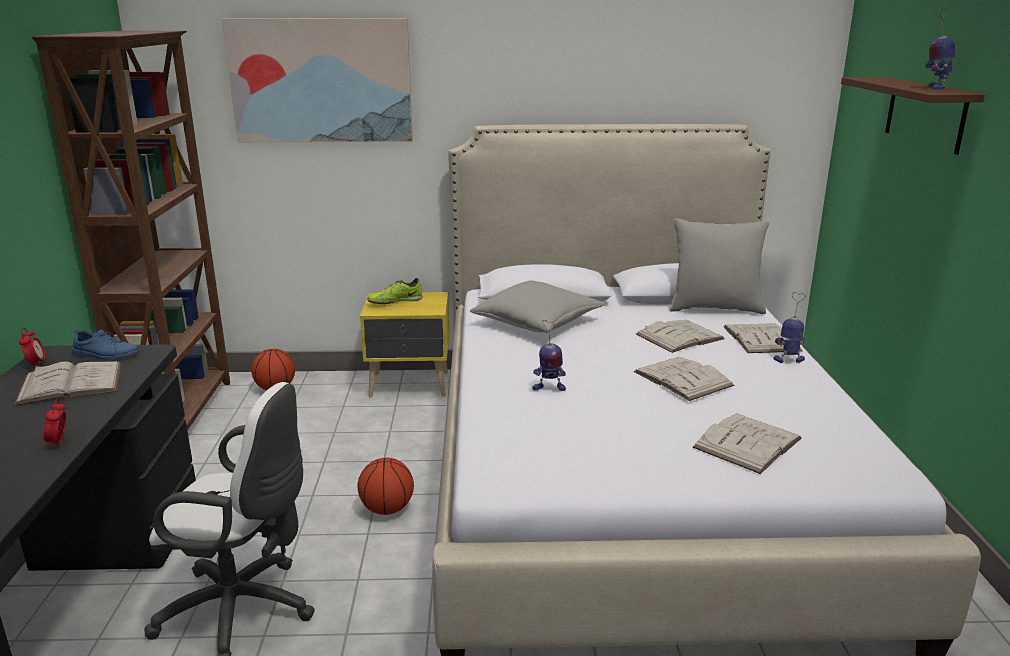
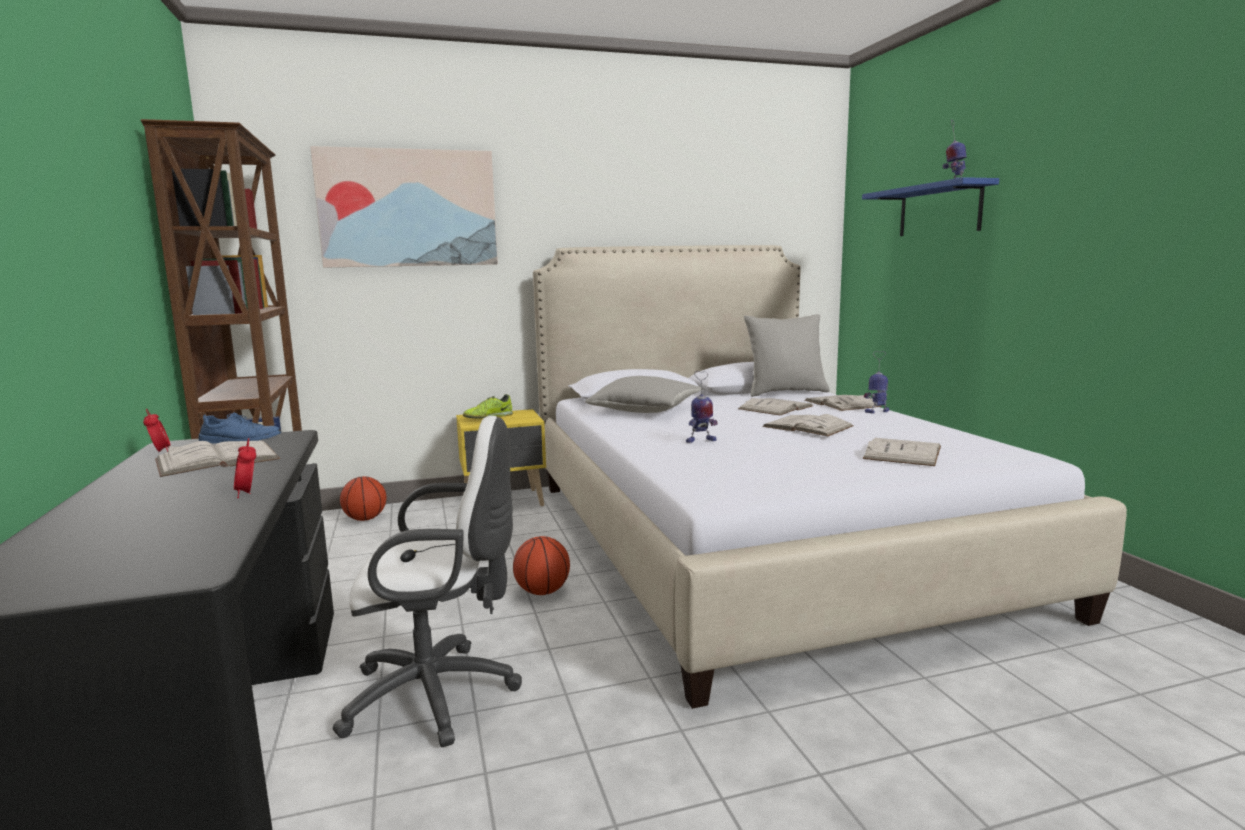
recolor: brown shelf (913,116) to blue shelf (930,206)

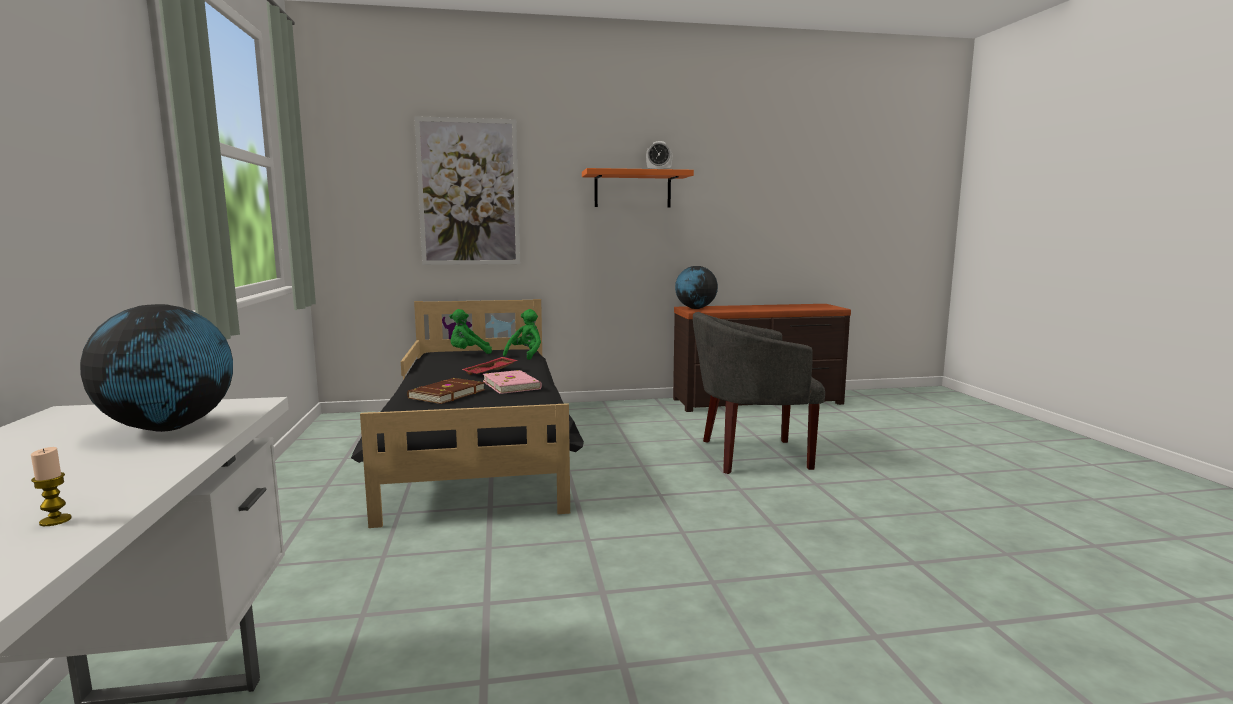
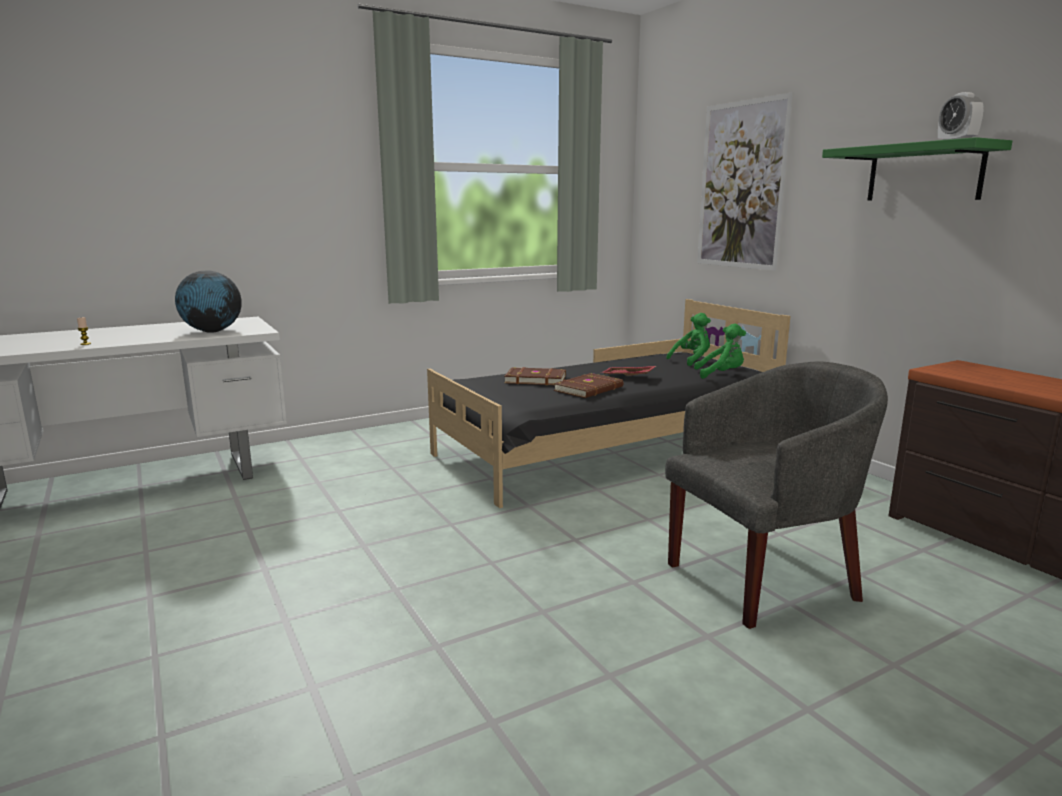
delete: globe (696,287)
recolor: pink book (512,382) to brown book (588,385); orange shelf (638,187) to green shelf (917,168)
rotate: grey armchair (759,393) = (776,495) 90 degrees clockwise; green plush toy (471,331) = (688,339) 90 degrees clockwise

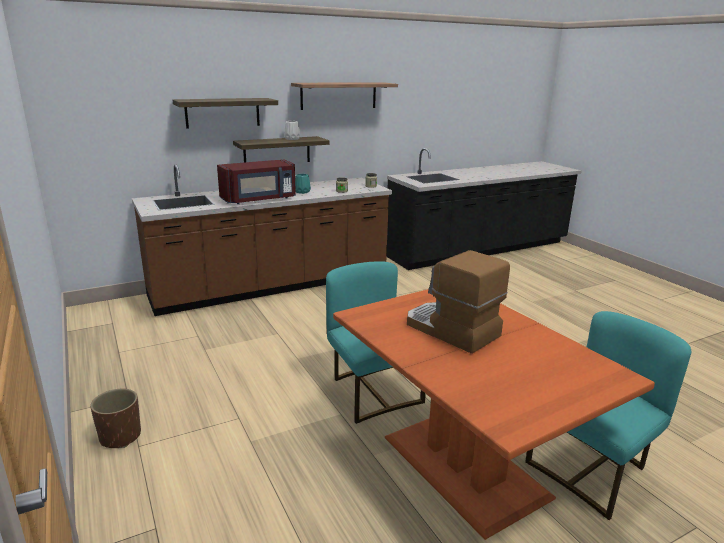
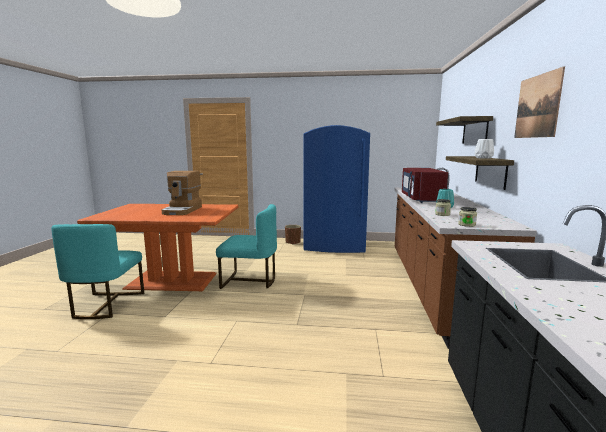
insert: blue fridge (337,189)
replace: shelf (344,96) to picture (539,102)
rotate: coffee machine (458,302) = (181,193) 105 degrees clockwise

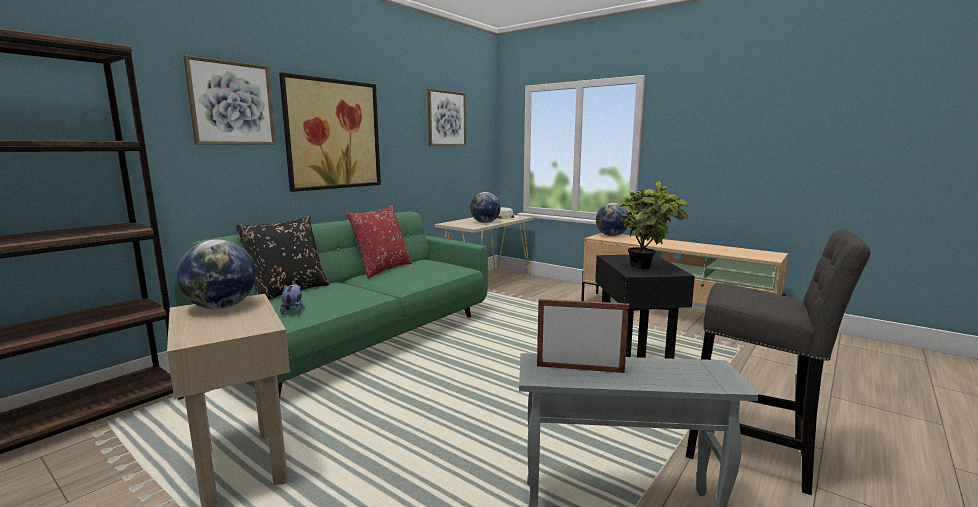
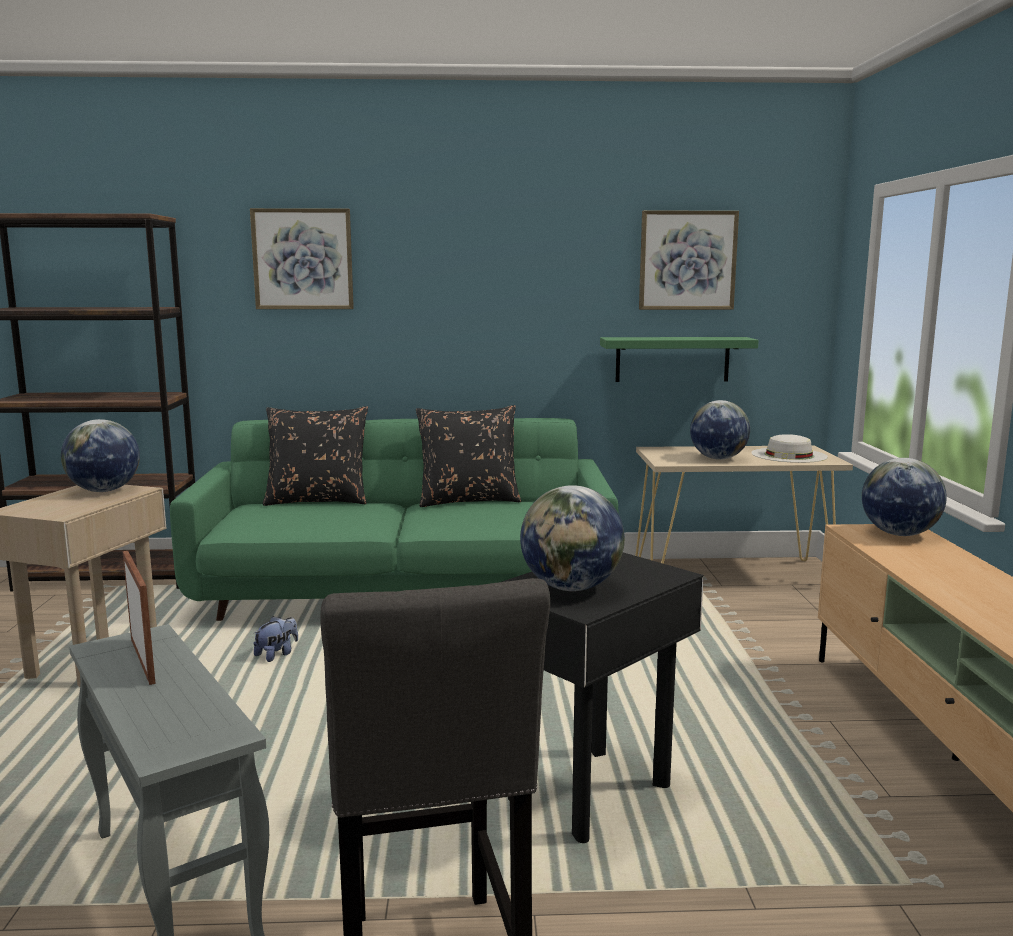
delete: picture (330,132)
insert: green shelf (679,359)
move: plush toy (291,299) to (275,639)
replace: potted plant (653,225) to globe (572,538)
recolor: red pillow (379,241) to black pillow (468,456)

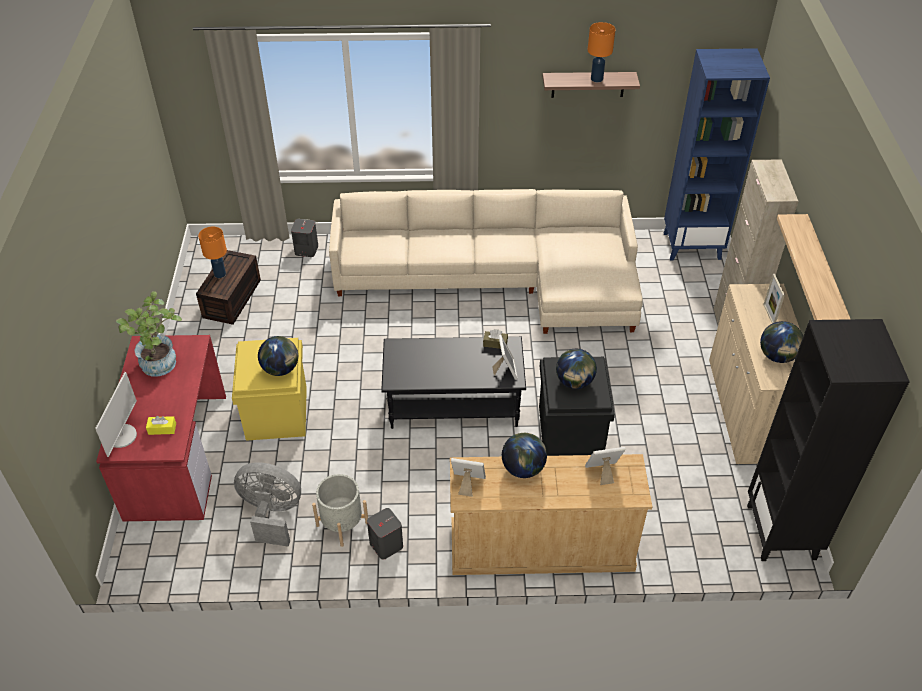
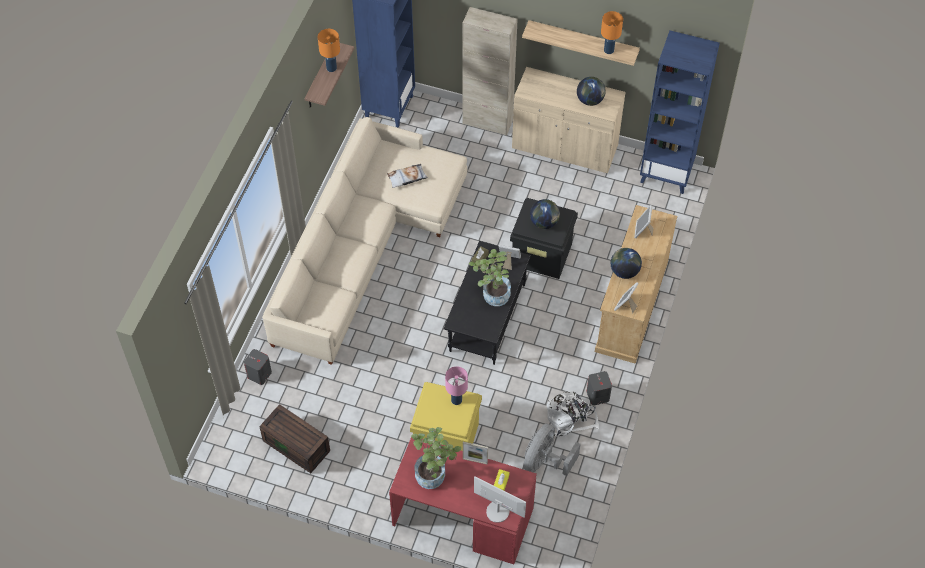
insert: pillow (407,176); potted plant (490,277)
move: picture frame (774,298) to (475,453); orange table lamp (212,252) to (612,32)
replace: globe (278,356) to pink table lamp (456,385); grey planter (340,510) to white backpack (573,414)
recolor: black bookcase (828,440) to blue bookcase (680,112)

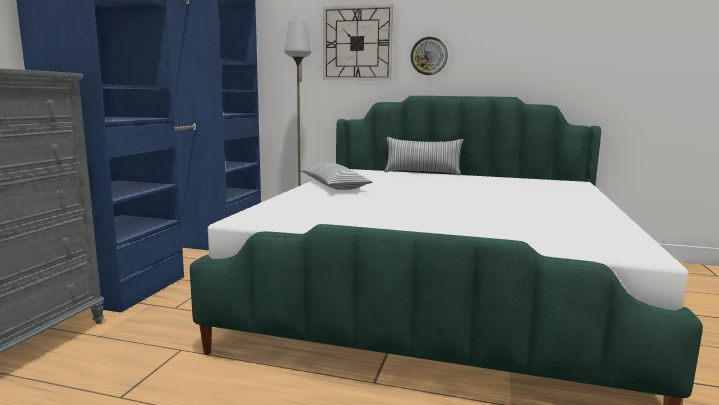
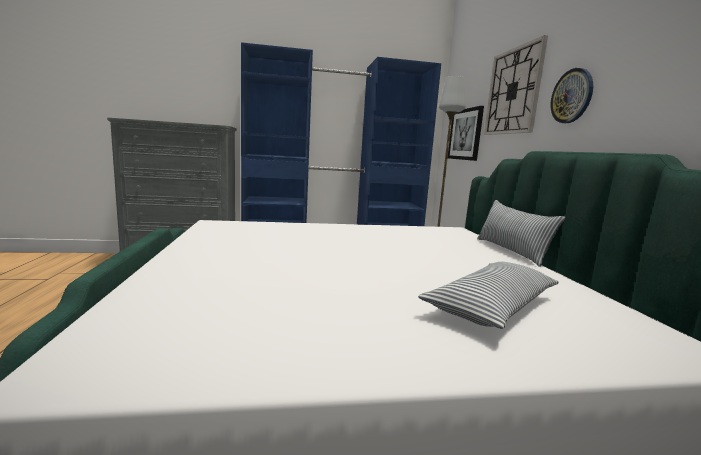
insert: picture (466,133)
move: pillow (336,176) to (488,295)

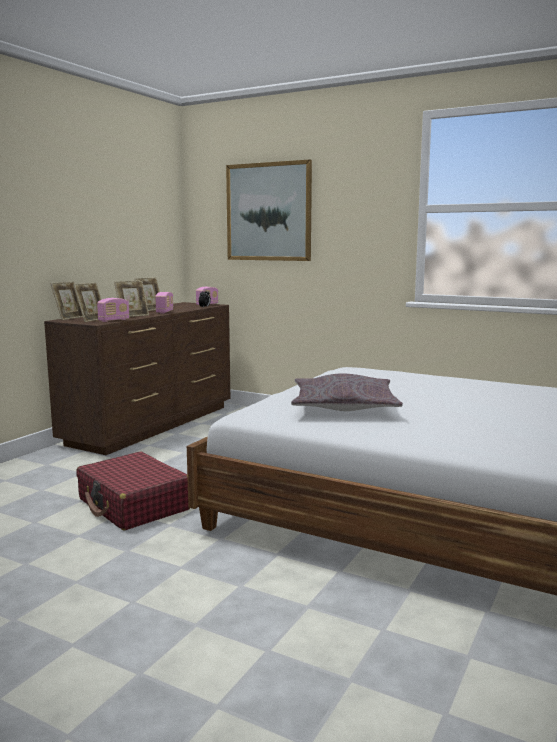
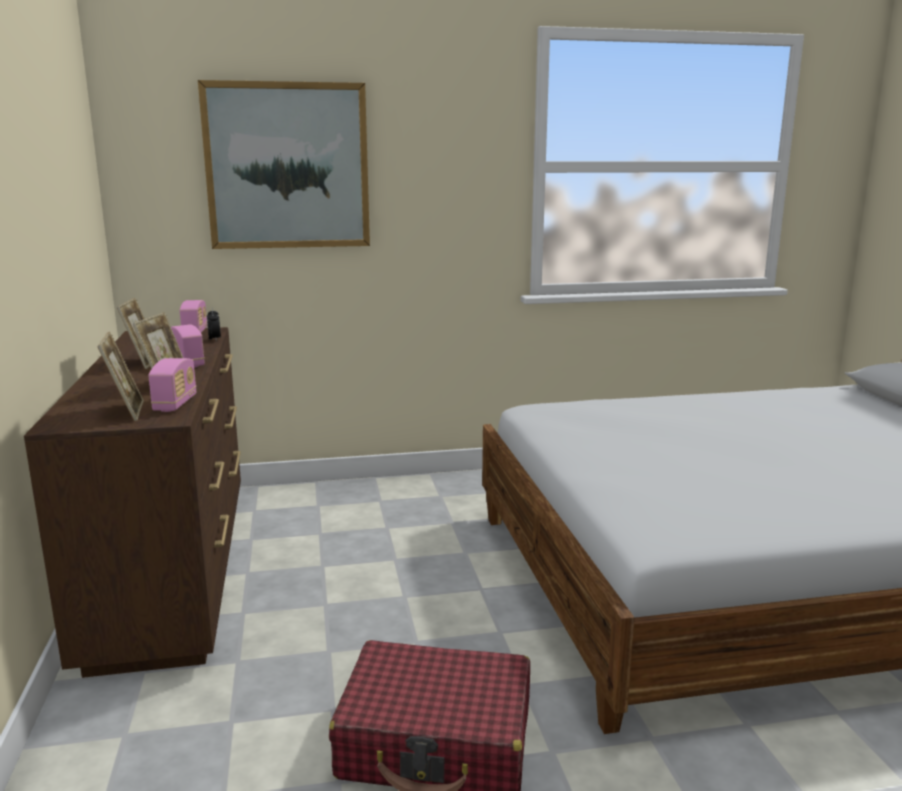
delete: picture frame (66,301); grey pillow (347,392)

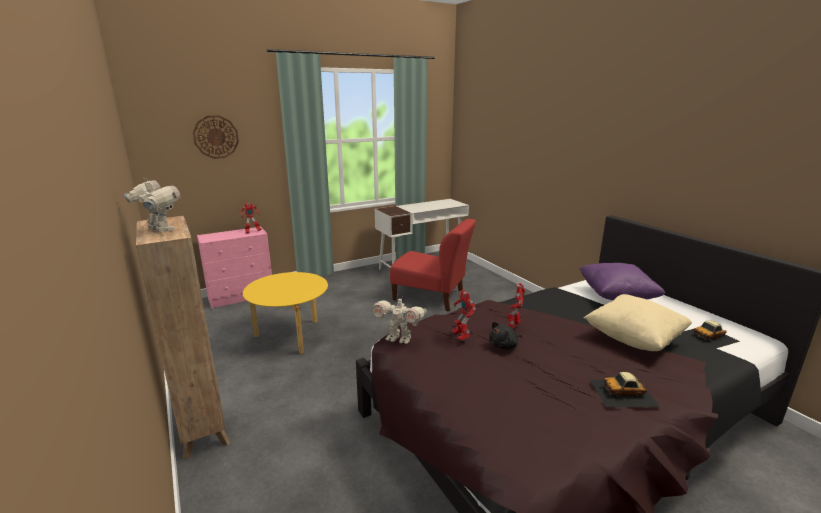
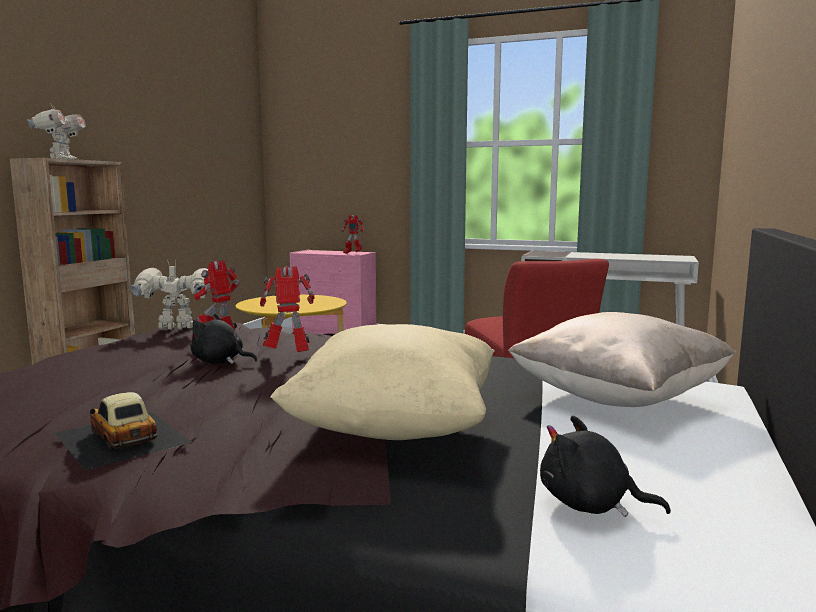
delete: wall clock (216,137)
replace: toy car (710,335) to black plush toy (605,466)
recolor: purple pillow (622,281) to beige pillow (622,359)
rotate: toy robot (399,319) = (170,294) 105 degrees clockwise

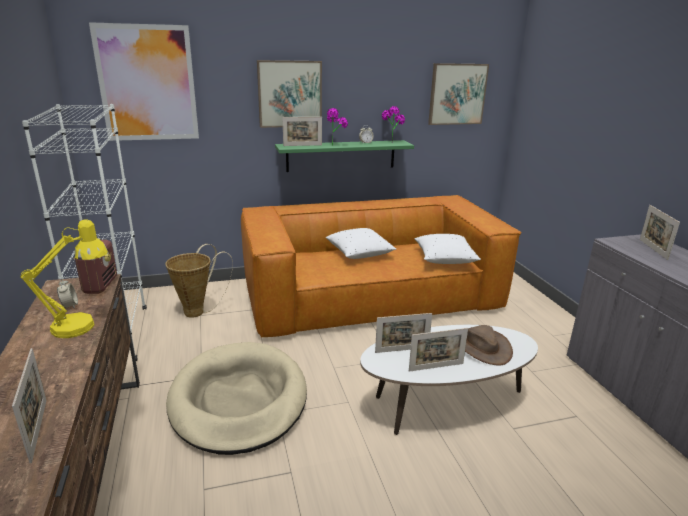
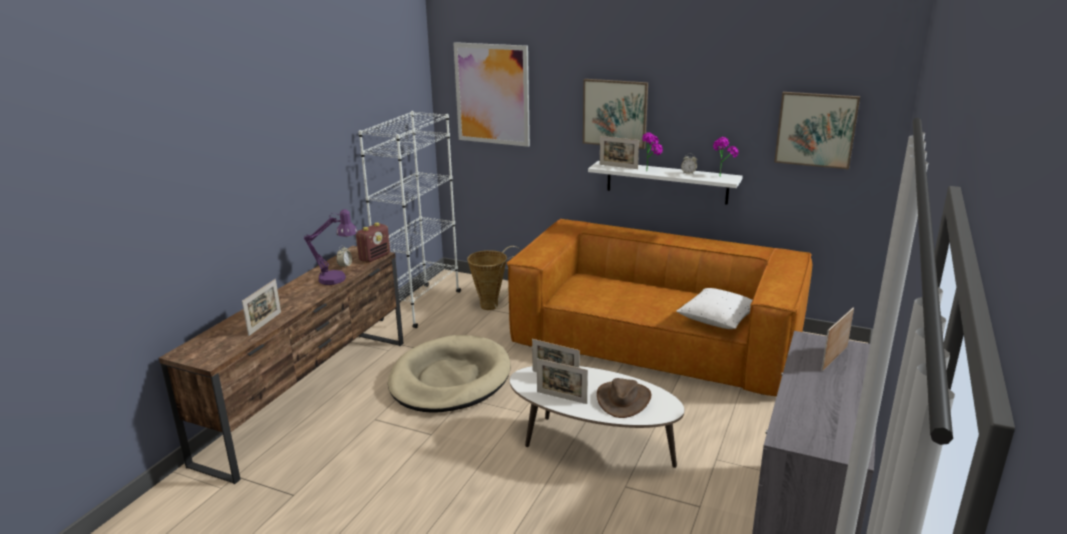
delete: white pillow (361,243)
recolor: yellow table lamp (64,278) to purple table lamp (331,247); green shelf (344,156) to white shelf (665,183)

